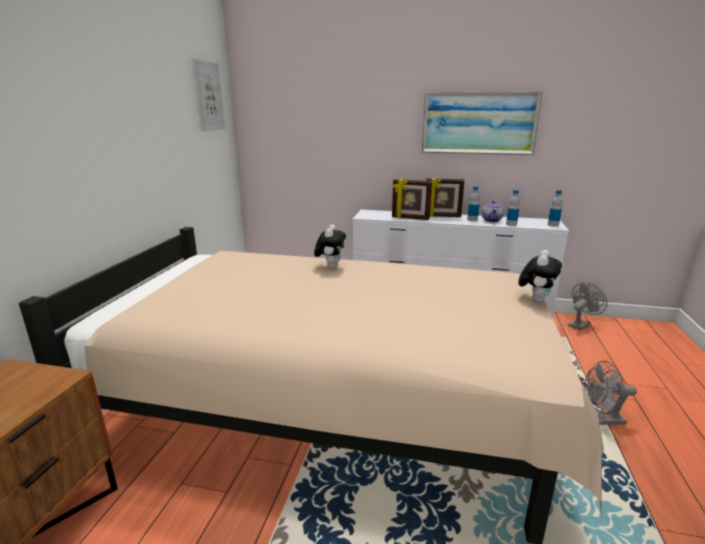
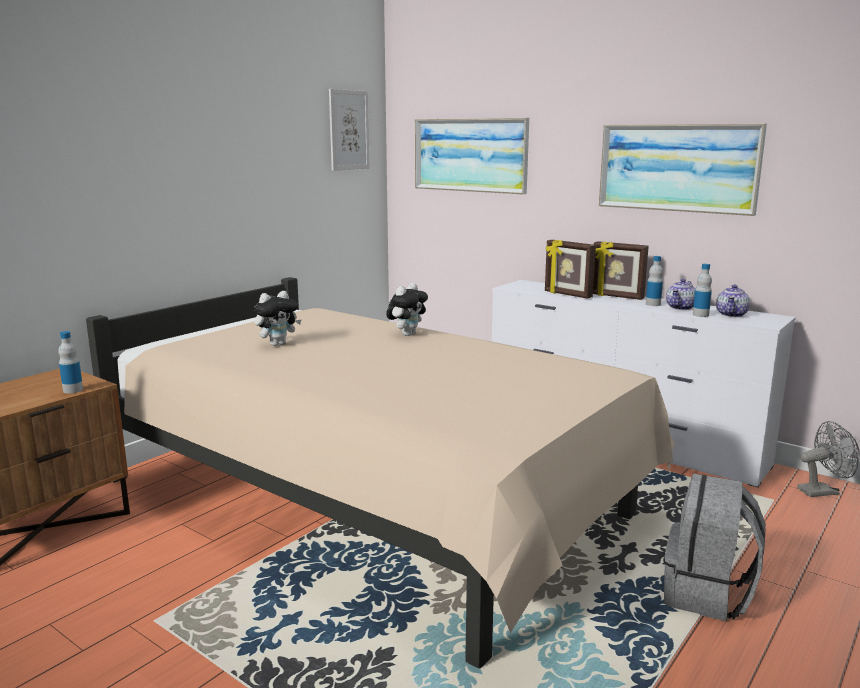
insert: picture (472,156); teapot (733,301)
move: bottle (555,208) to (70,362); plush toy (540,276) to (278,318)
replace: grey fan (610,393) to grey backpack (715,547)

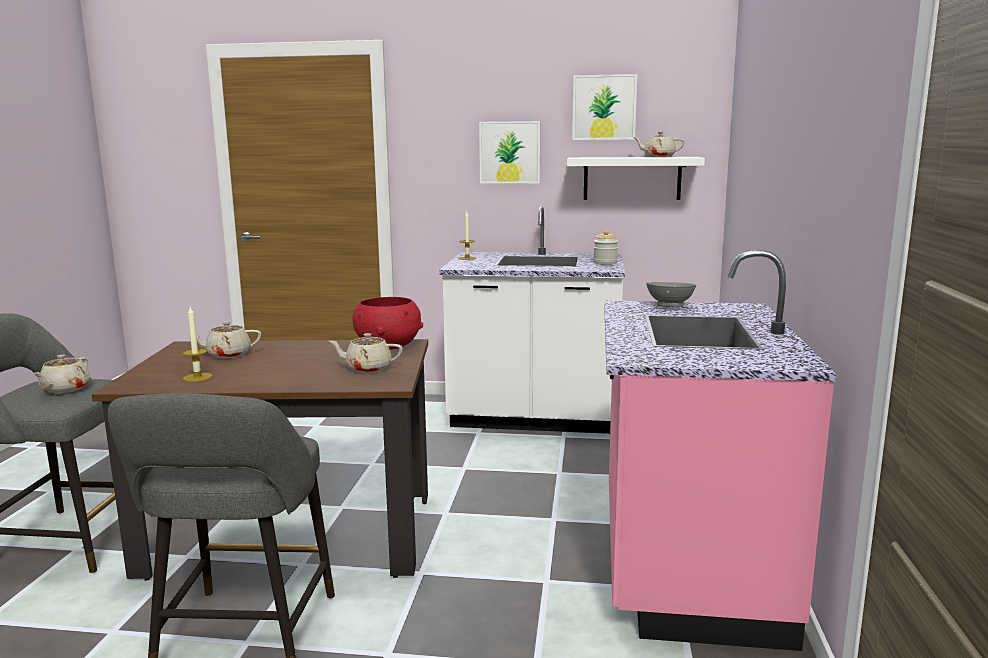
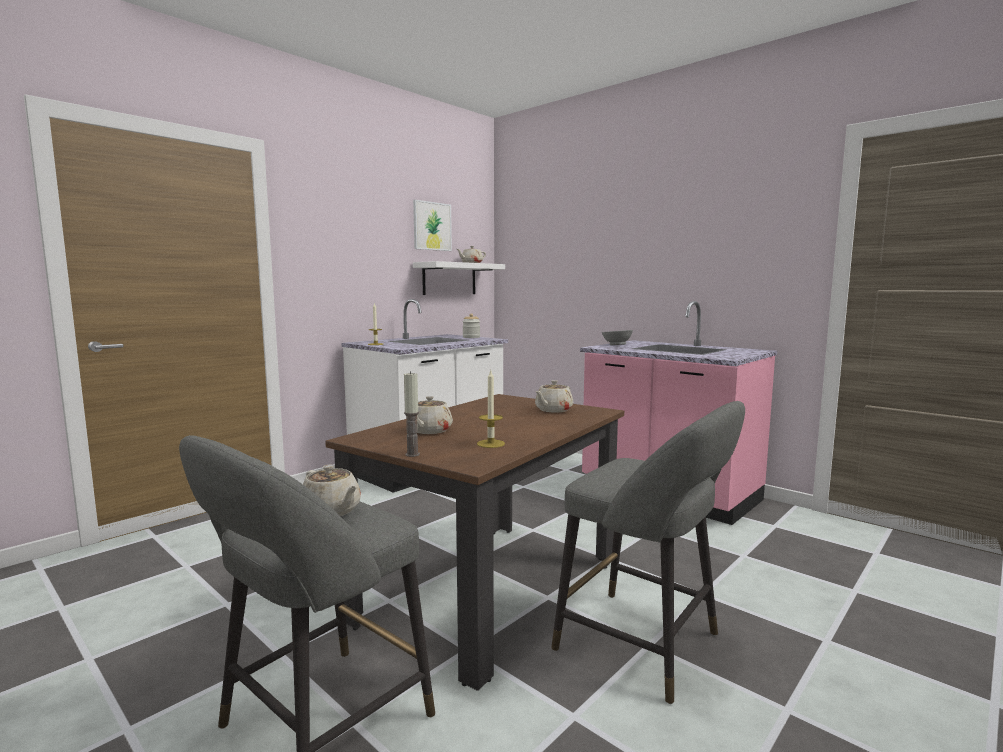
delete: red bowl (387,323); picture (509,152)
insert: candle (412,414)

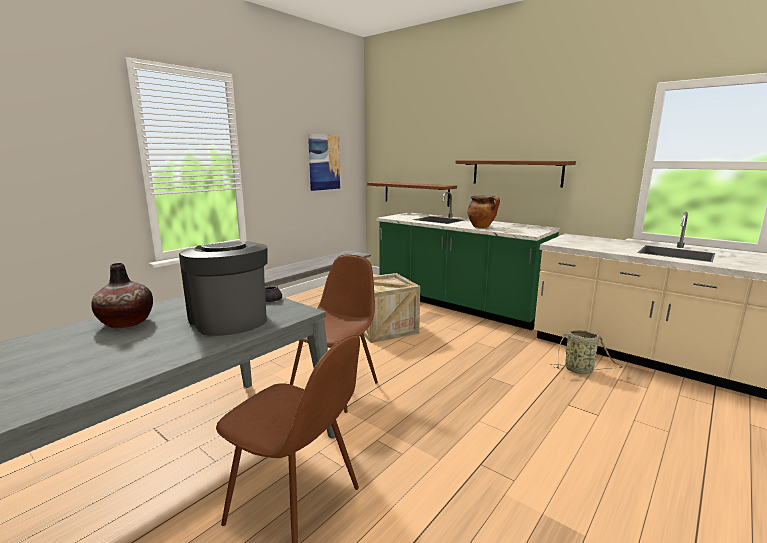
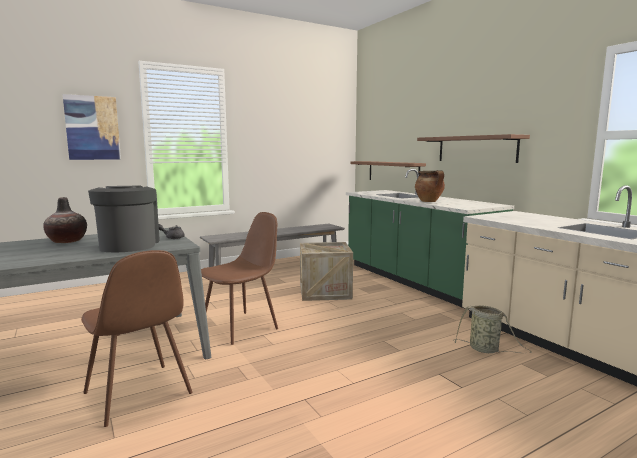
move: picture (324,162) to (92,127)

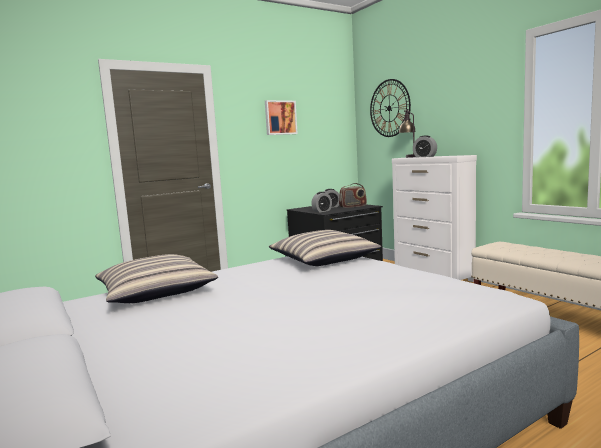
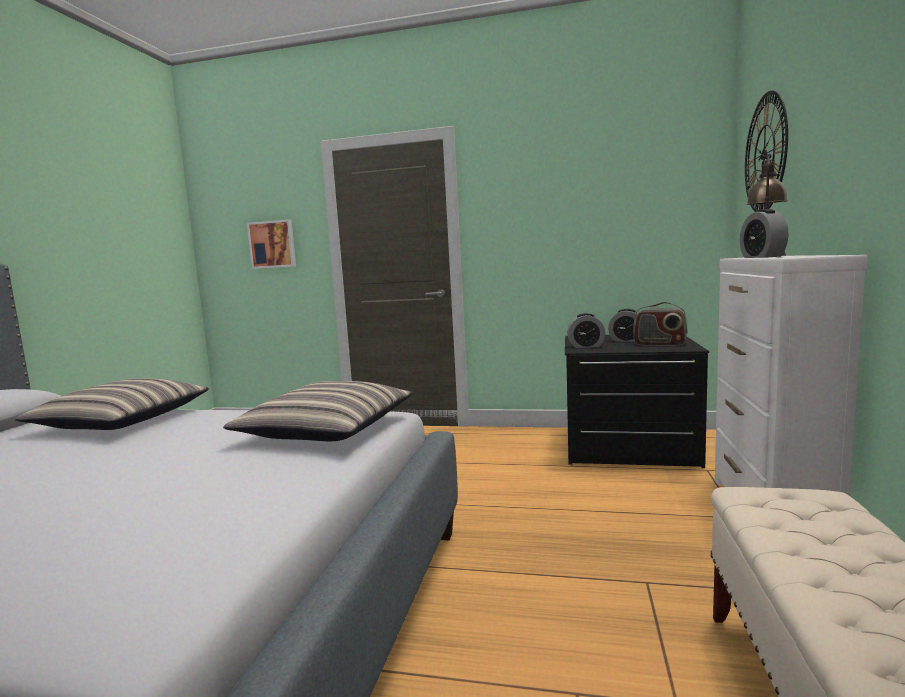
move: picture (281,117) to (271,244)

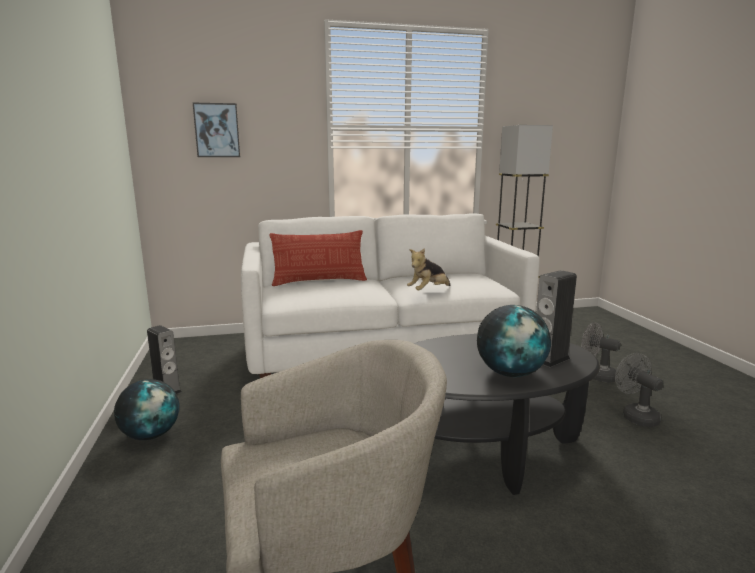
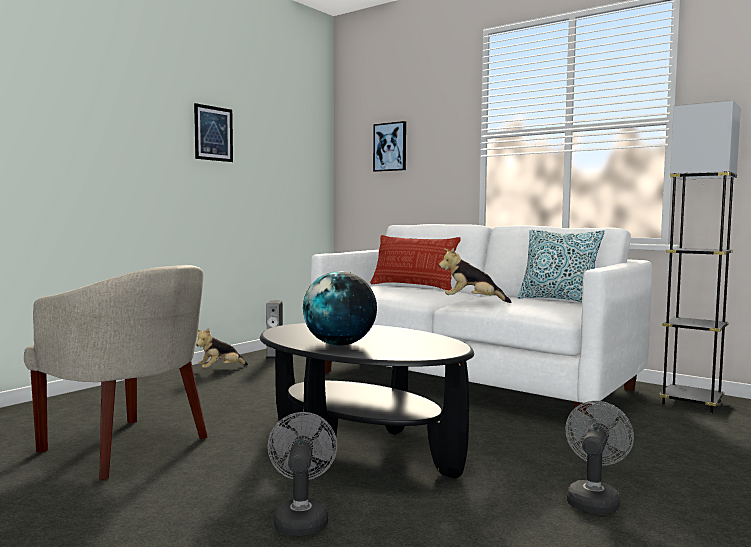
delete: speaker (556,318)
insert: picture (213,132); pillow (561,266)
move: grey fan (601,353) to (302,474)
replace: globe (147,409) to plush toy (222,348)

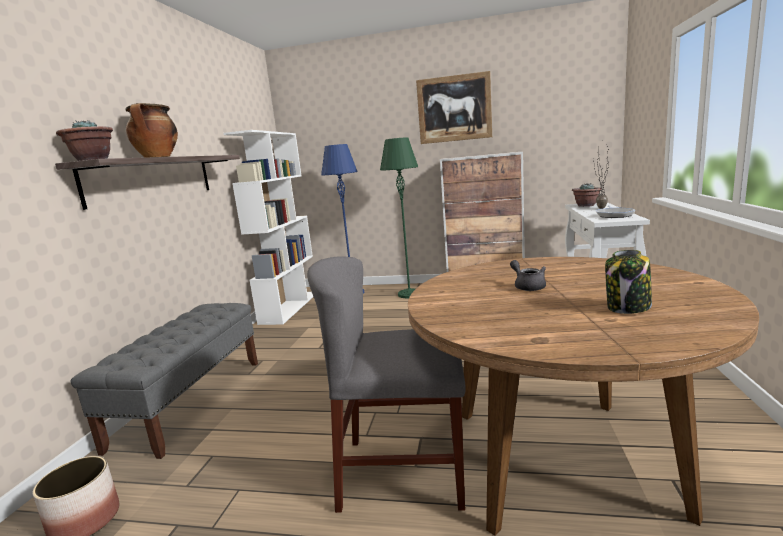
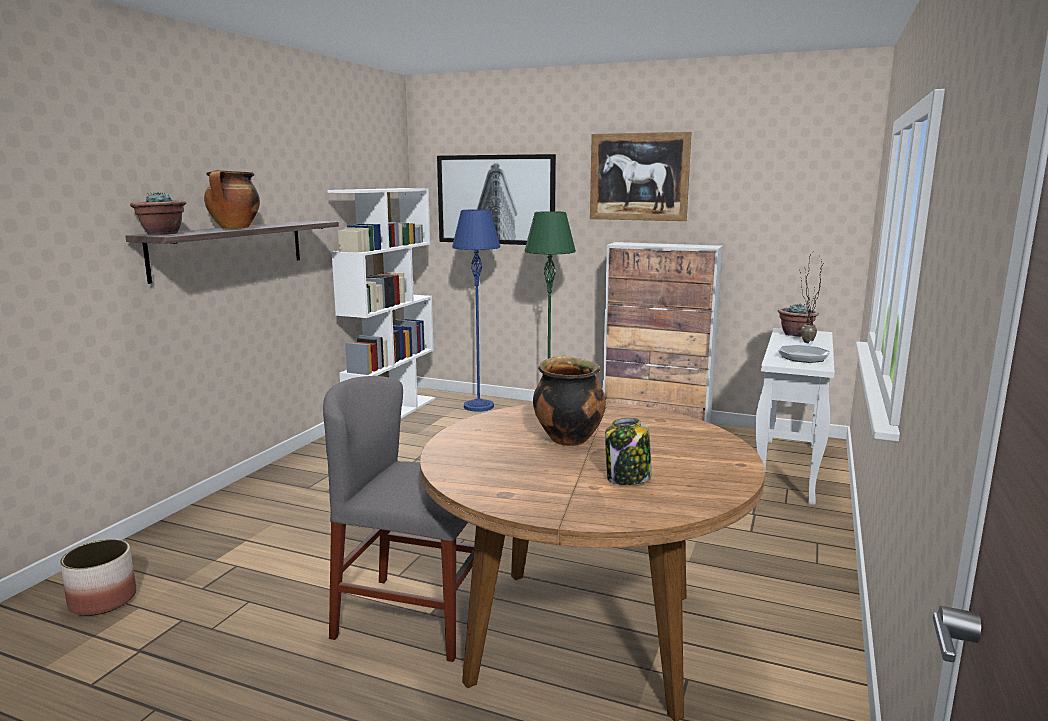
delete: grey bench (164,381)
insert: picture (496,199)
replace: grey teapot (528,275) to cooking pot (569,401)

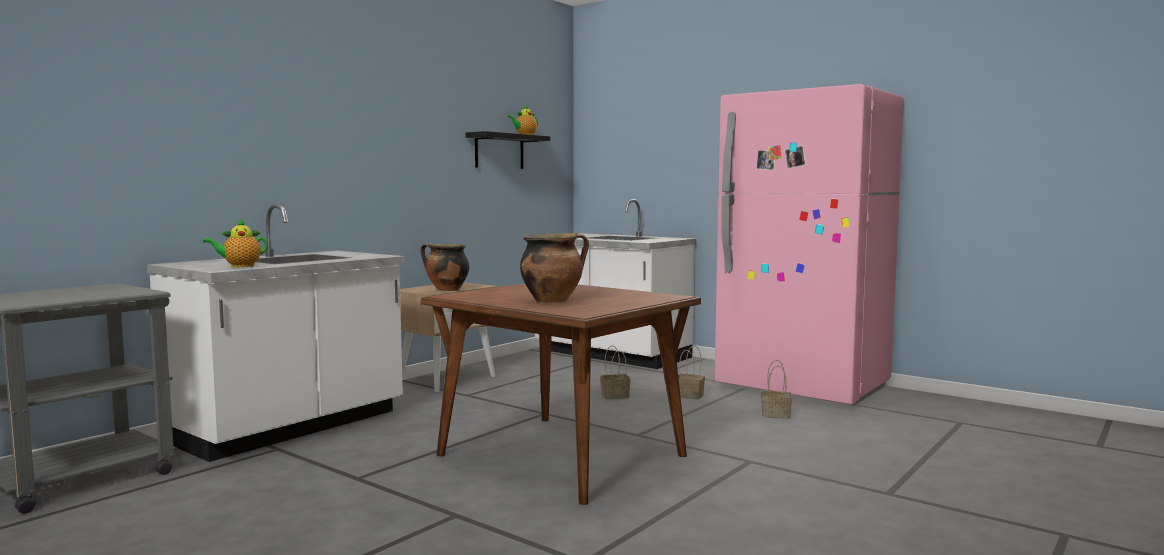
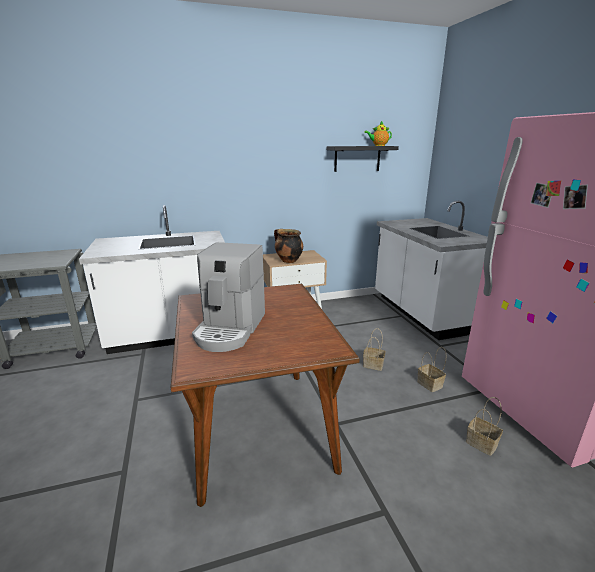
delete: teapot (235,242)
replace: cooking pot (554,268) to coffee machine (228,297)

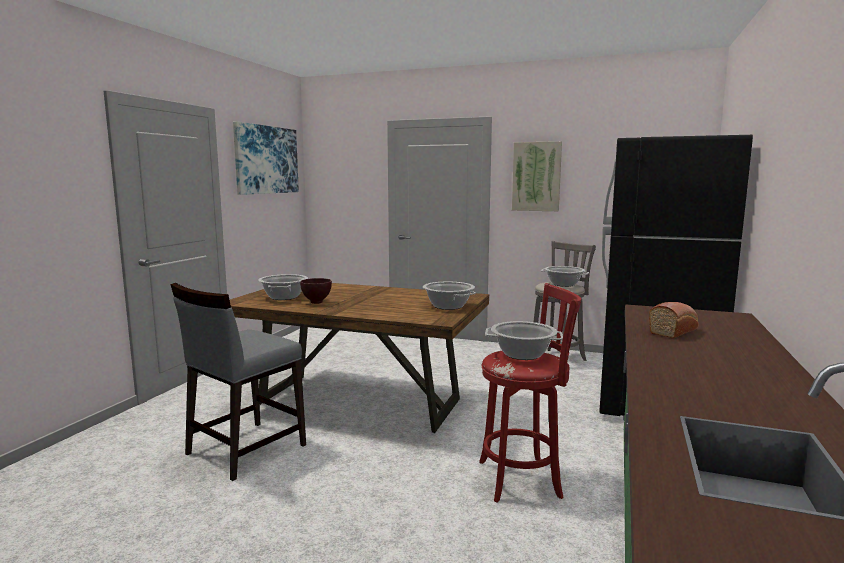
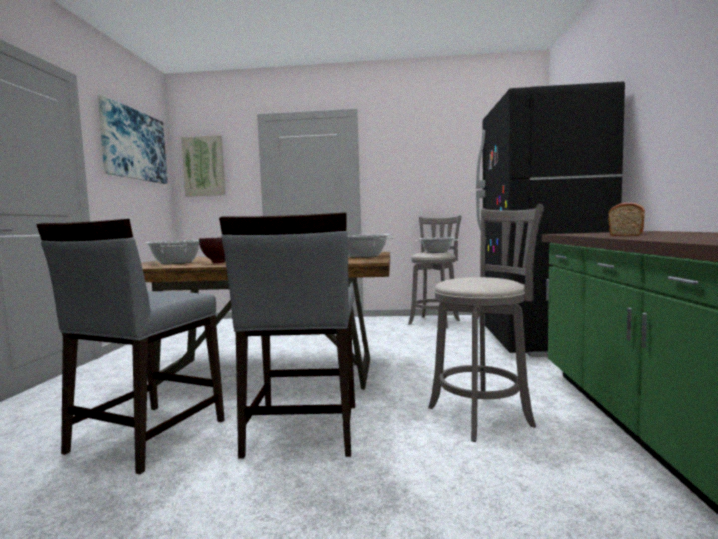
delete: cooking pot (524,340)
insert: grey chair (287,335)
move: picture (537,176) to (203,166)
recolor: red stool (530,392) to grey stool (486,323)

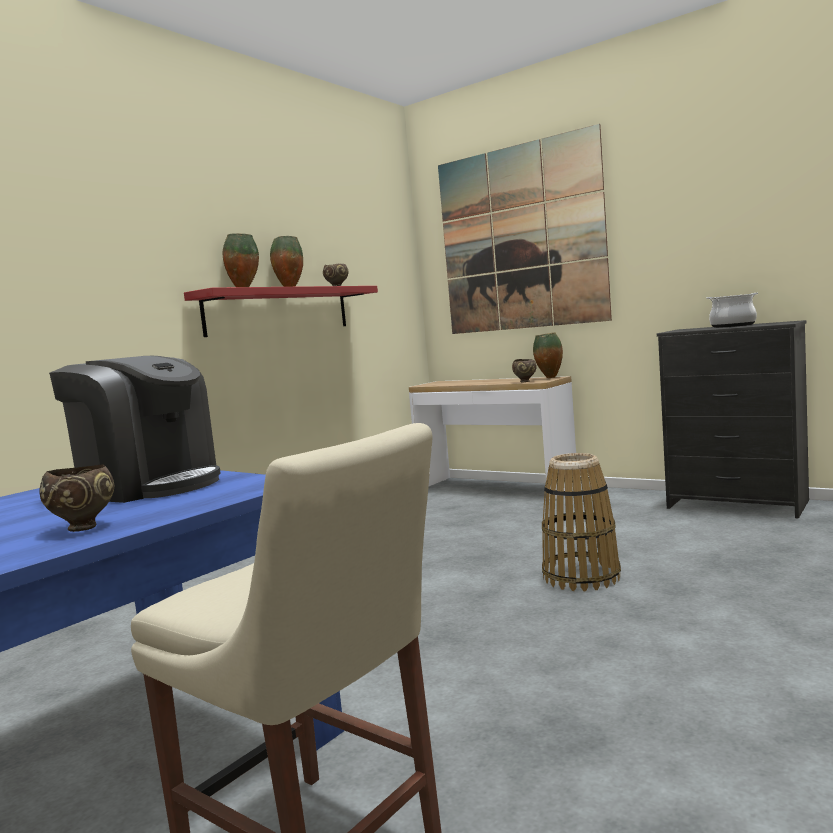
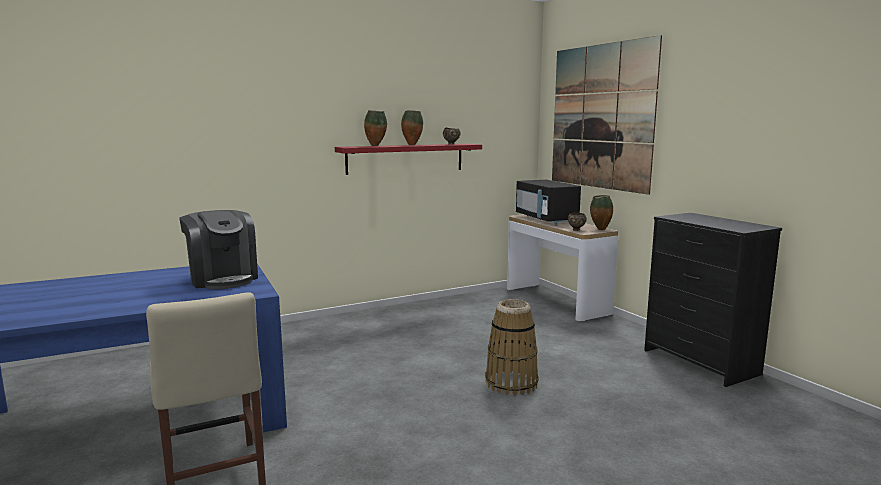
delete: brown bowl (76,498); cooking pot (732,310)
insert: black microwave (548,202)

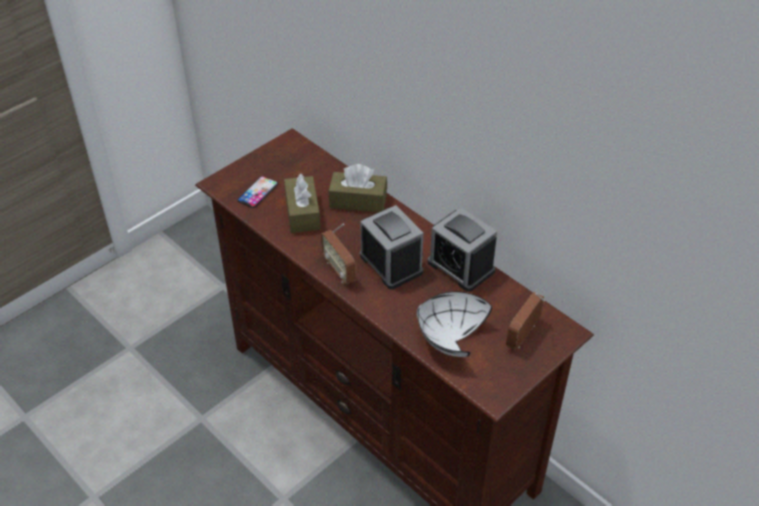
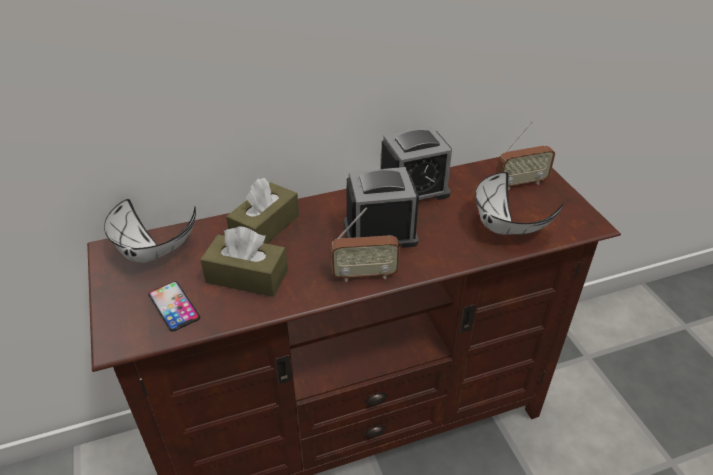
insert: white bowl (150,231)
rotate: radio (525,321) = (525,156) 75 degrees counterclockwise

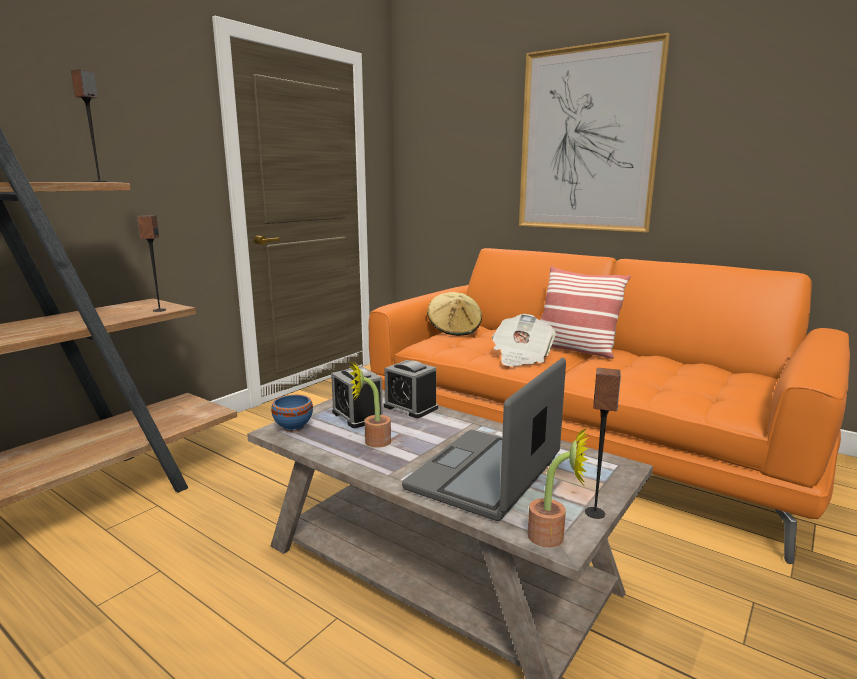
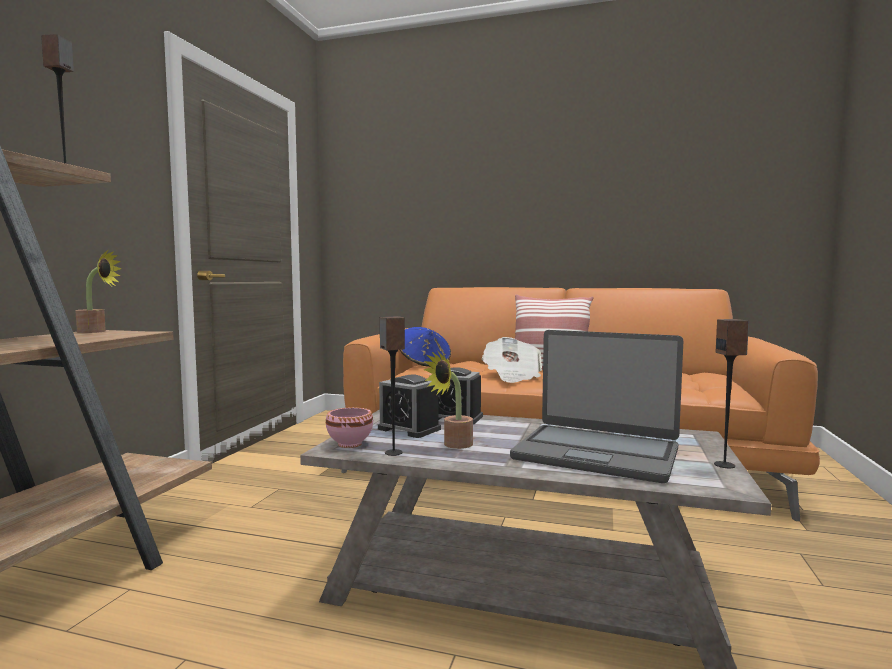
delete: picture (594,133)
move: potted plant (558,487) to (98,291); speaker (151,263) to (392,386)
recolor: blue bowl (292,413) to pink bowl (349,427); beige hat (454,314) to blue hat (425,347)
rotate: laptop (484,439) = (596,406) 75 degrees counterclockwise

